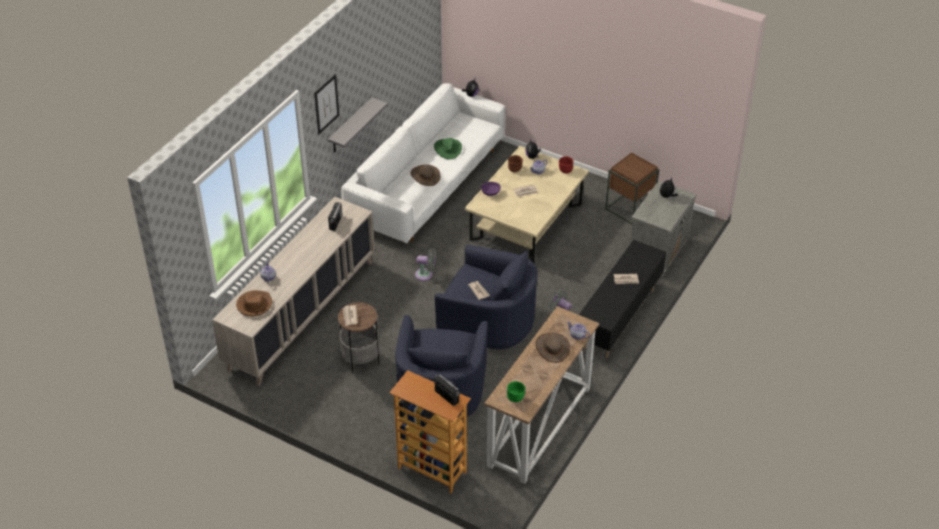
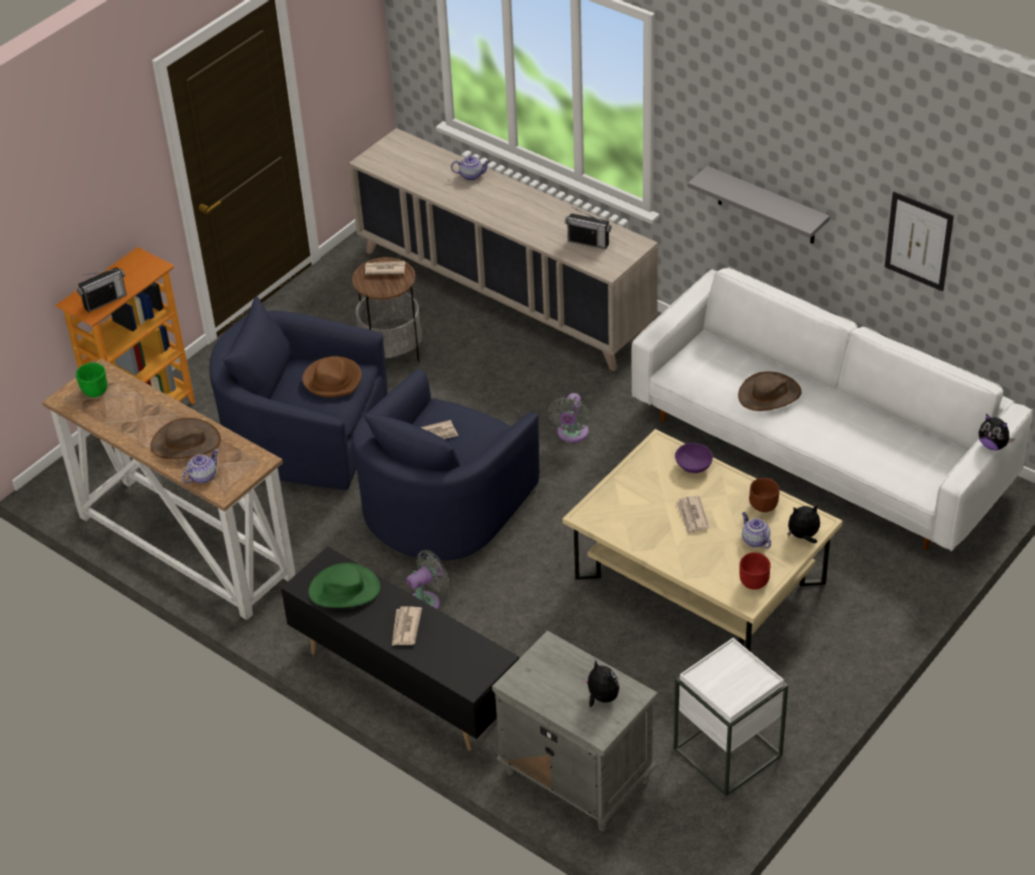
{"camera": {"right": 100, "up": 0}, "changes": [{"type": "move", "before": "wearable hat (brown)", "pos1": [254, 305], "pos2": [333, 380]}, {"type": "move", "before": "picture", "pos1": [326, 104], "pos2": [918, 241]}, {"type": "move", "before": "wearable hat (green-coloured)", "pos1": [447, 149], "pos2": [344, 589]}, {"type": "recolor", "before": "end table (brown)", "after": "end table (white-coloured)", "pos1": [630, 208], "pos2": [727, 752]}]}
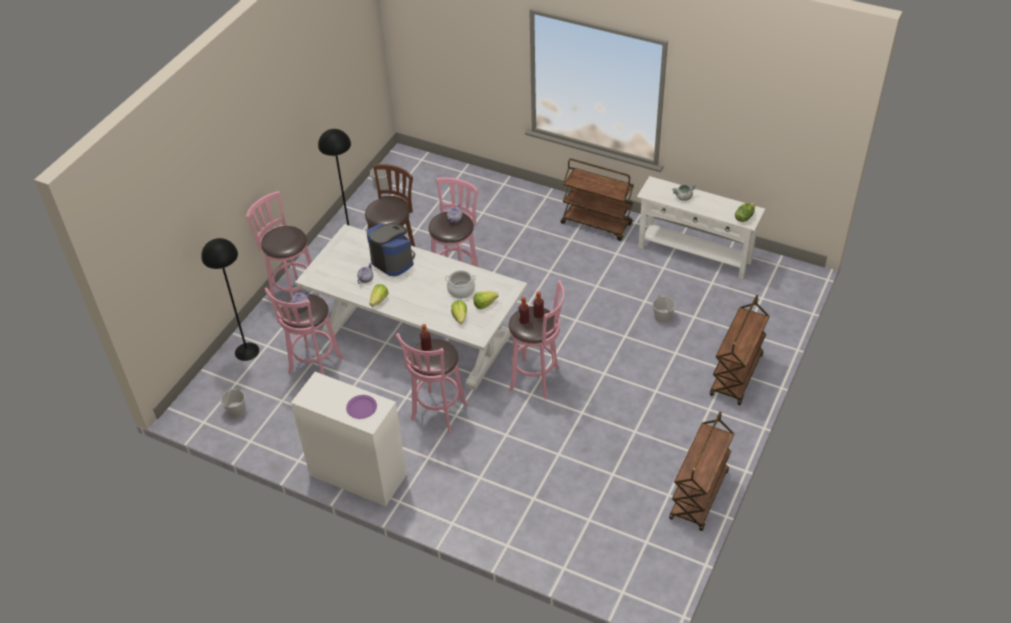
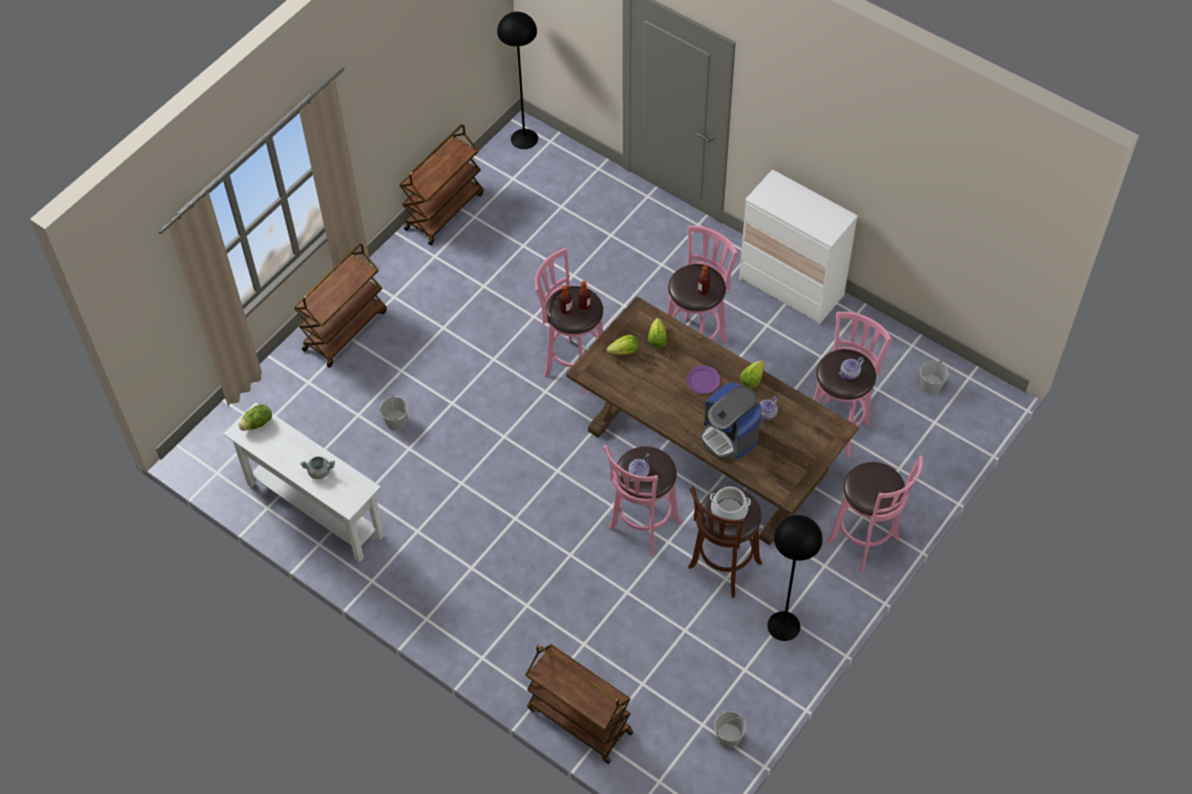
{"camera": {"right": -170, "up": 10}, "changes": [{"type": "move", "before": "standing lamp (blackish)", "pos1": [246, 351], "pos2": [524, 139]}, {"type": "recolor", "before": "dinner table (white-coloured)", "after": "dinner table (brown)", "pos1": [416, 334], "pos2": [708, 451]}, {"type": "move", "before": "plate (purple-coloured)", "pos1": [362, 408], "pos2": [703, 380]}, {"type": "move", "before": "saucepot", "pos1": [461, 290], "pos2": [729, 511]}, {"type": "move", "before": "wheeled cart (brown)", "pos1": [597, 224], "pos2": [579, 720]}]}
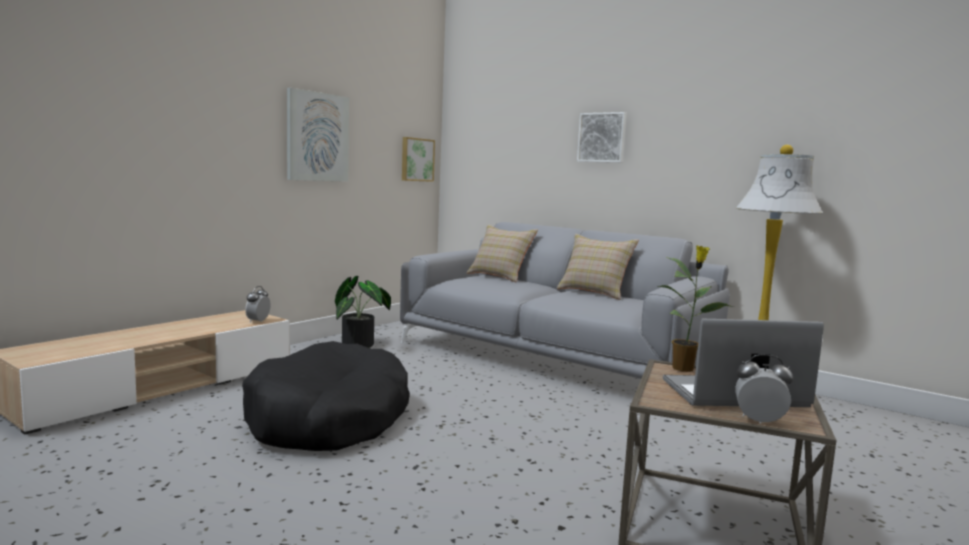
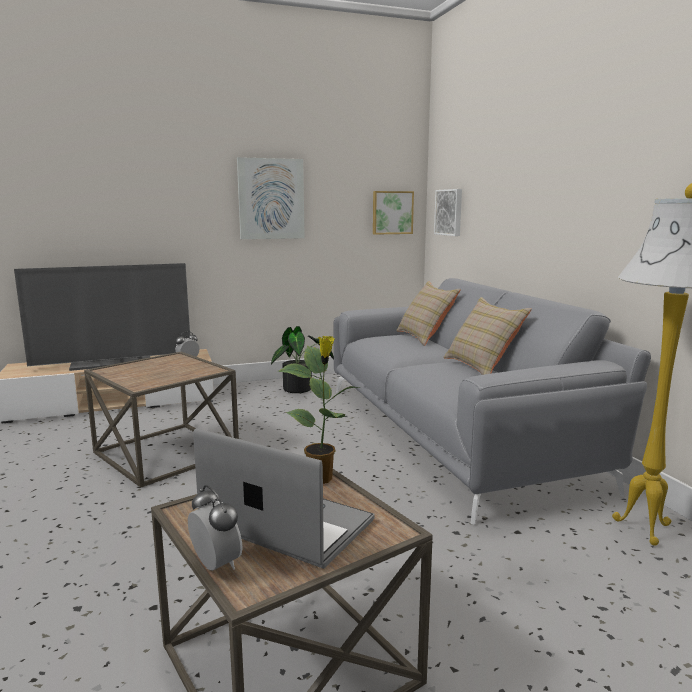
{"camera": {"right": 35, "up": 5}, "changes": [{"type": "replace", "before": "dog bed (blackish)", "after": "end table (brown)", "pos1": [328, 419], "pos2": [166, 452]}, {"type": "move", "before": "picture", "pos1": [602, 137], "pos2": [449, 212]}, {"type": "insert", "after": "TV set", "pos2": [112, 362]}]}
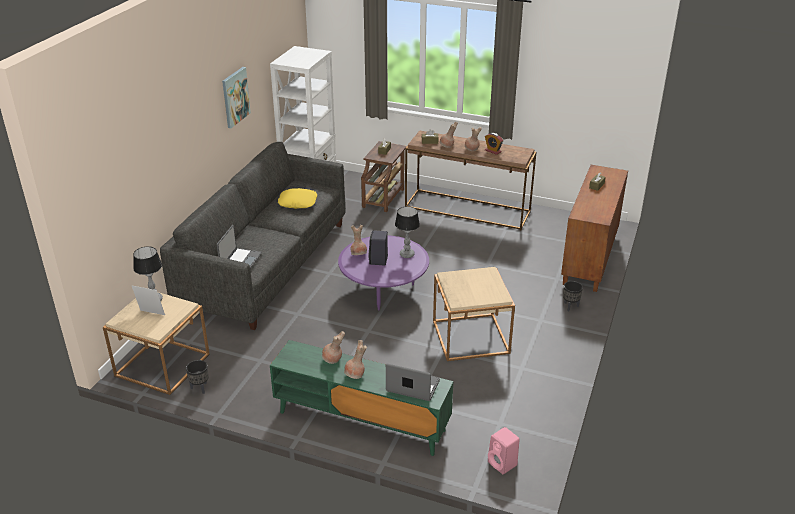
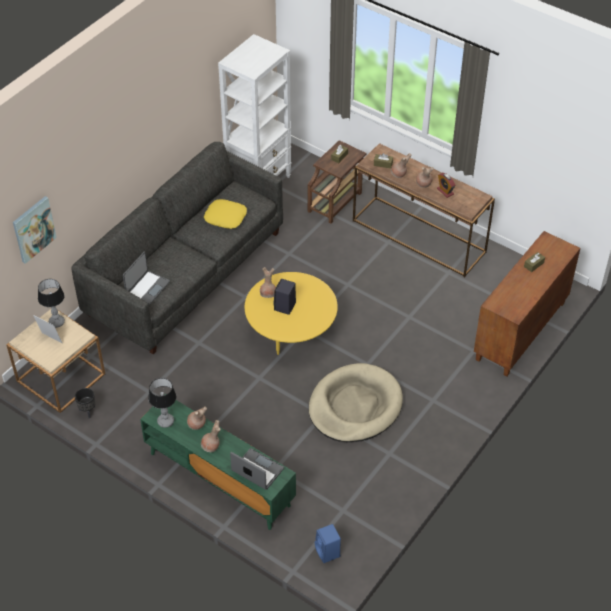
{"camera": {"right": 15, "up": 15}, "changes": [{"type": "move", "before": "picture", "pos1": [235, 97], "pos2": [33, 229]}, {"type": "recolor", "before": "coffee table (purple-coloured)", "after": "coffee table (yellow-coloured)", "pos1": [384, 291], "pos2": [291, 331]}, {"type": "move", "before": "lamp for a table", "pos1": [406, 254], "pos2": [165, 421]}, {"type": "replace", "before": "end table (beige)", "after": "dog bed (beige)", "pos1": [470, 337], "pos2": [355, 406]}, {"type": "recolor", "before": "loudspeaker (pinkish)", "after": "loudspeaker (blue-coloured)", "pos1": [503, 464], "pos2": [328, 553]}, {"type": "delete", "before": "planter (blackish)", "pos1": [570, 306]}]}
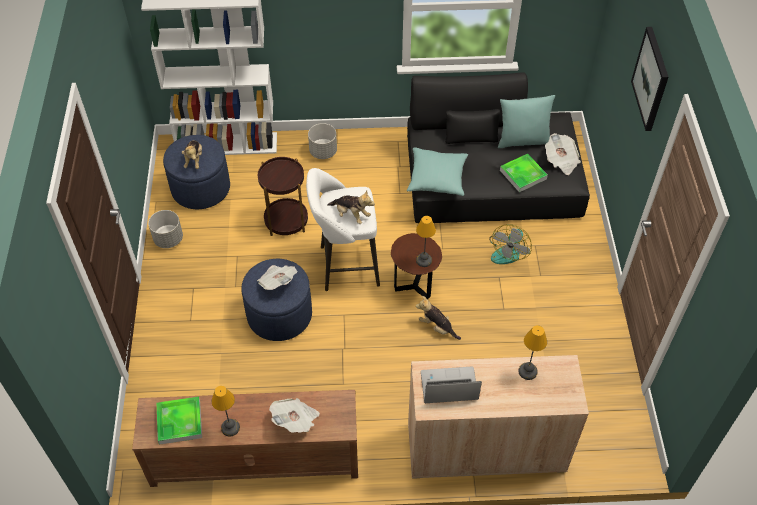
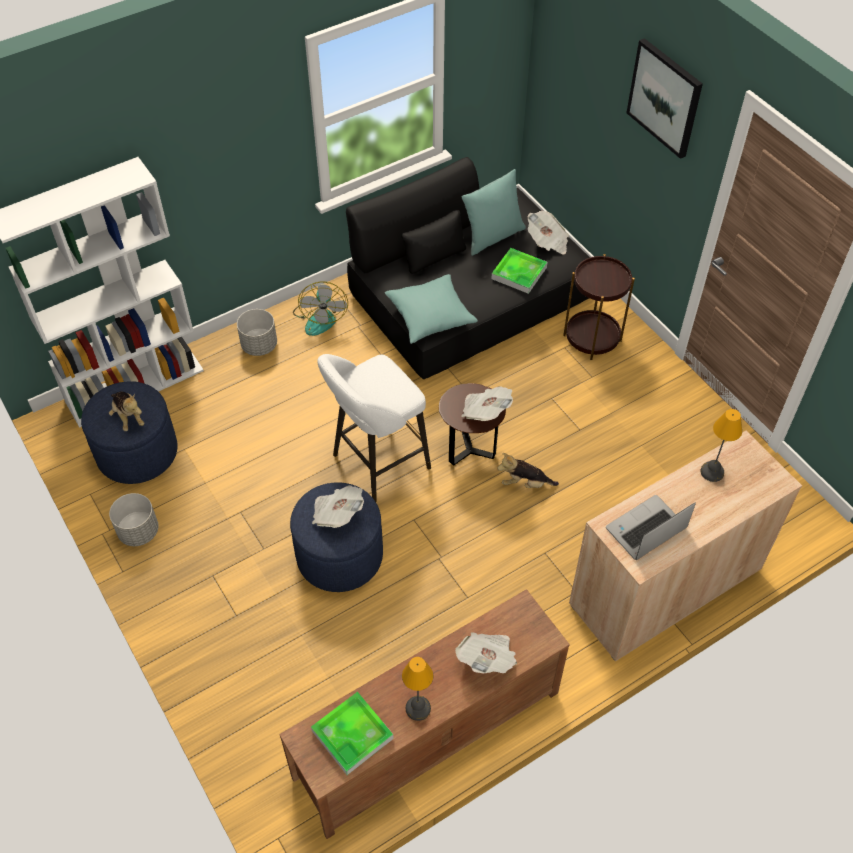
{"camera": {"right": -30, "up": 0}, "changes": [{"type": "move", "before": "end table (brown)", "pos1": [286, 221], "pos2": [592, 338]}, {"type": "delete", "before": "soft toy", "pos1": [351, 215]}, {"type": "replace", "before": "lamp for a table", "after": "daily paper", "pos1": [423, 260], "pos2": [485, 411]}, {"type": "move", "before": "electric fan", "pos1": [508, 251], "pos2": [320, 317]}]}
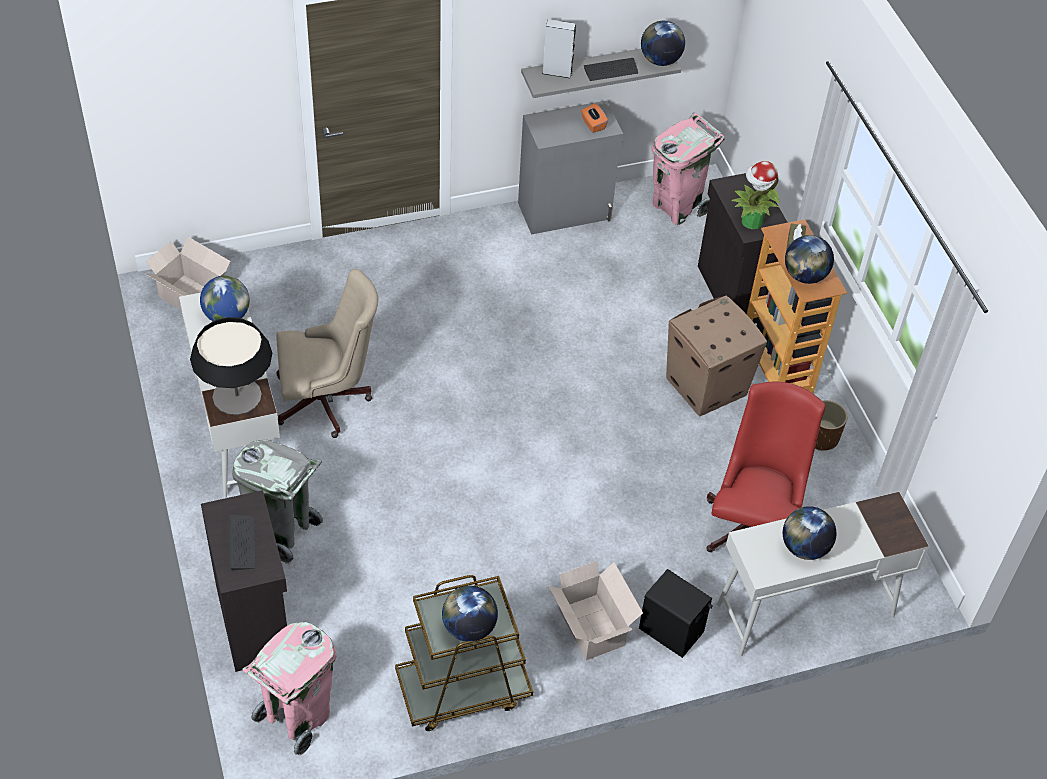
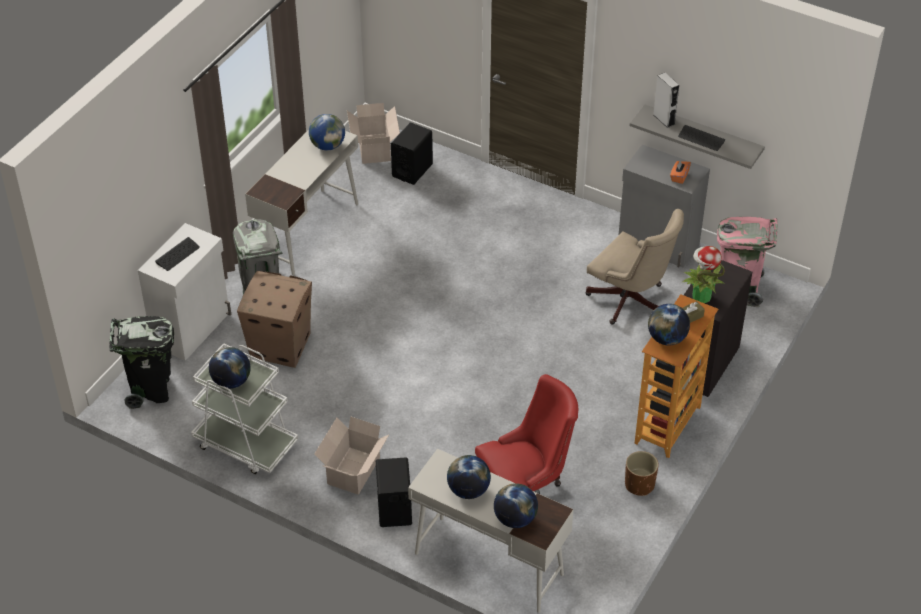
{"camera": {"right": 50, "up": -5}, "changes": [{"type": "delete", "before": "lamp for a table", "pos1": [237, 396]}, {"type": "recolor", "before": "storage cabinet (blackish)", "after": "storage cabinet (white-coloured)", "pos1": [254, 620], "pos2": [192, 329]}, {"type": "recolor", "before": "waste bin (pinkish)", "after": "waste bin (blackish)", "pos1": [297, 717], "pos2": [151, 390]}, {"type": "move", "before": "office chair (beige)", "pos1": [328, 401], "pos2": [630, 302]}, {"type": "recolor", "before": "wheeled cart (brown)", "after": "wheeled cart (white-coloured)", "pos1": [462, 689], "pos2": [245, 444]}, {"type": "move", "before": "desk globe", "pos1": [660, 60], "pos2": [515, 519]}, {"type": "move", "before": "packing box", "pos1": [705, 387], "pos2": [279, 345]}, {"type": "insert", "after": "loudspeaker (blackish)", "pos2": [412, 170]}]}
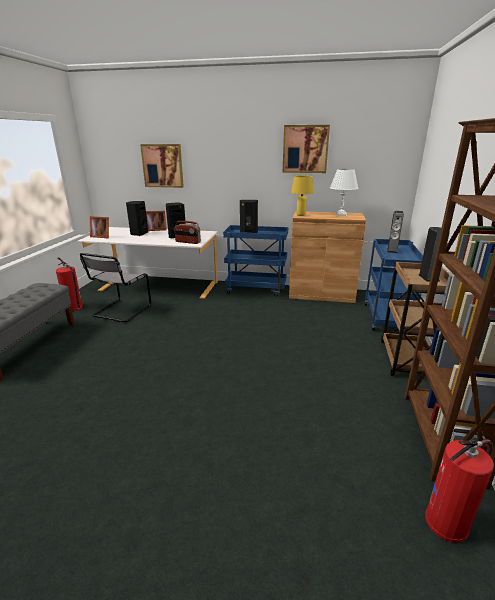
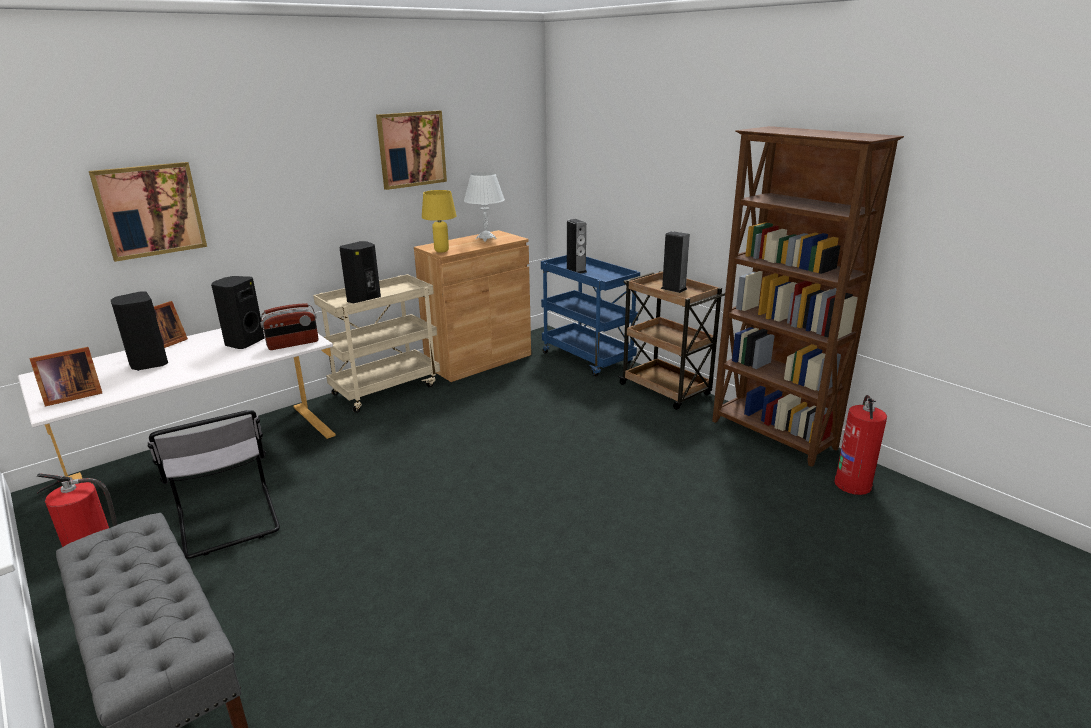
{"camera": {"right": -50, "up": 0}, "changes": [{"type": "recolor", "before": "wheeled cart (blue-coloured)", "after": "wheeled cart (beige)", "pos1": [256, 289], "pos2": [386, 389]}]}
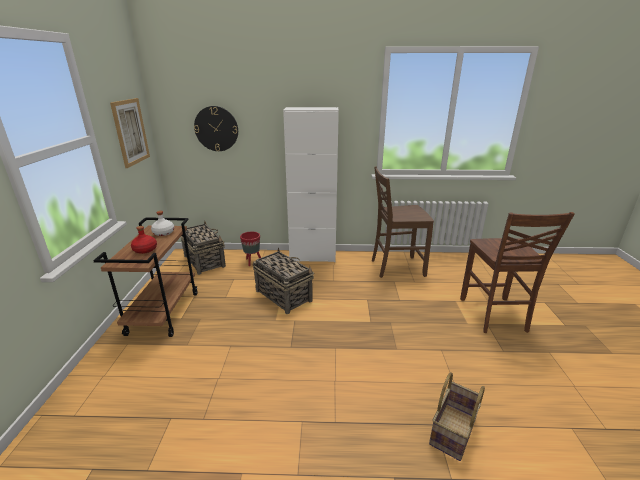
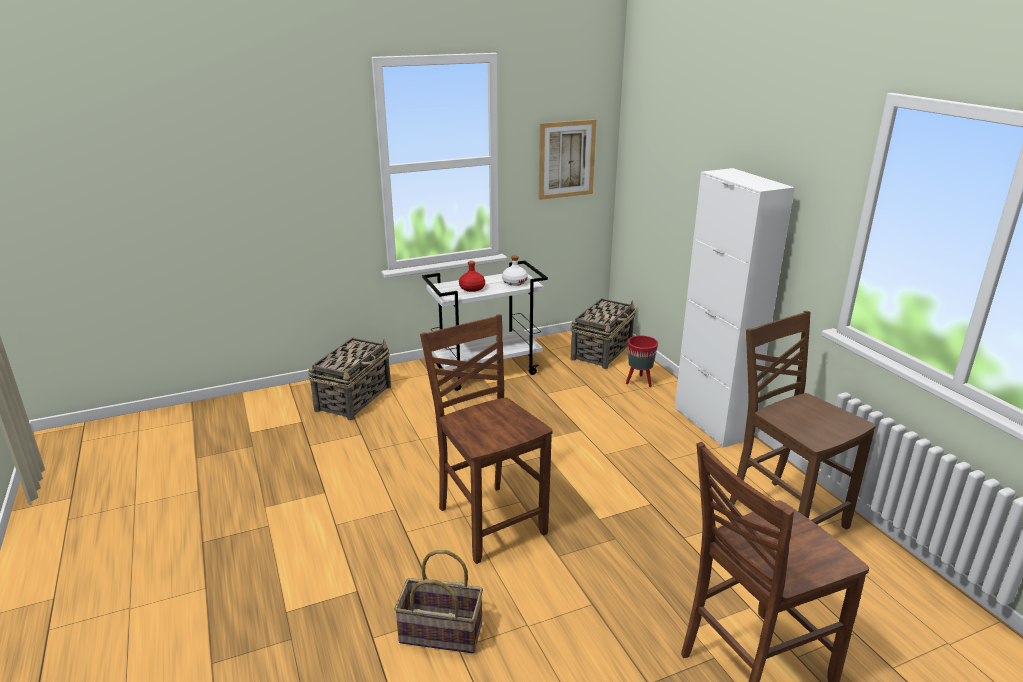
{"camera": {"right": 65, "up": 0}, "changes": [{"type": "recolor", "before": "wheeled cart (brown)", "after": "wheeled cart (white-coloured)", "pos1": [163, 312], "pos2": [487, 370]}, {"type": "delete", "before": "hanging clock", "pos1": [216, 129]}, {"type": "move", "before": "household basket", "pos1": [283, 295], "pos2": [354, 398]}, {"type": "insert", "after": "plain chair (brown)", "pos2": [489, 520]}]}
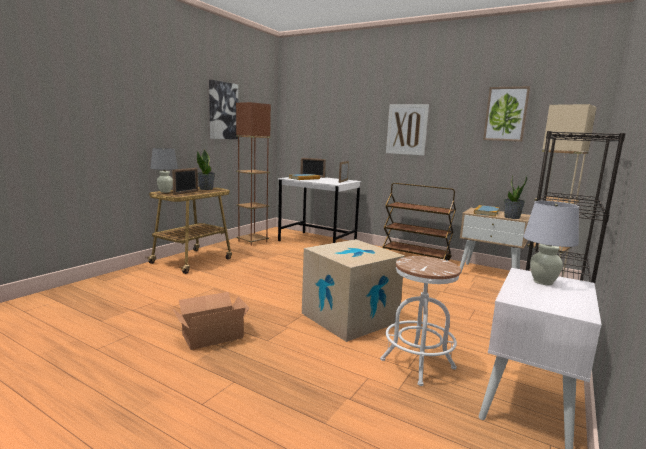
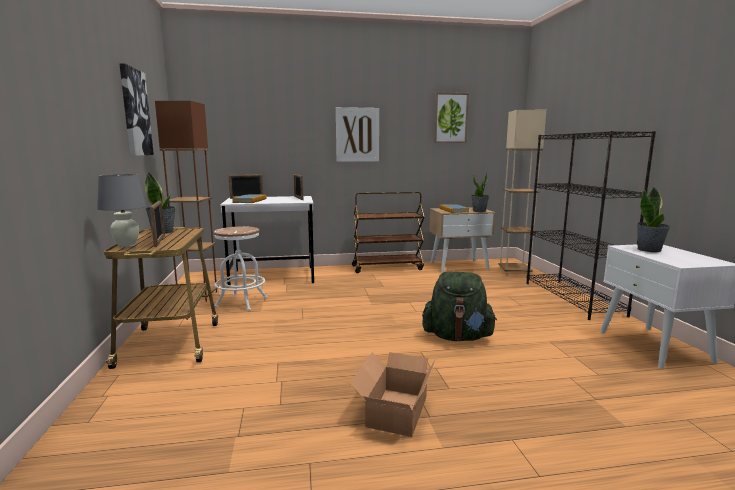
{"camera": {"right": -40, "up": 0}, "changes": [{"type": "replace", "before": "packing box", "after": "backpack (green-coloured)", "pos1": [349, 317], "pos2": [457, 337]}, {"type": "move", "before": "stool seat (white-coloured)", "pos1": [417, 364], "pos2": [241, 302]}, {"type": "replace", "before": "lamp for a table (white-coloured)", "after": "plant in a pot", "pos1": [543, 282], "pos2": [649, 250]}]}
